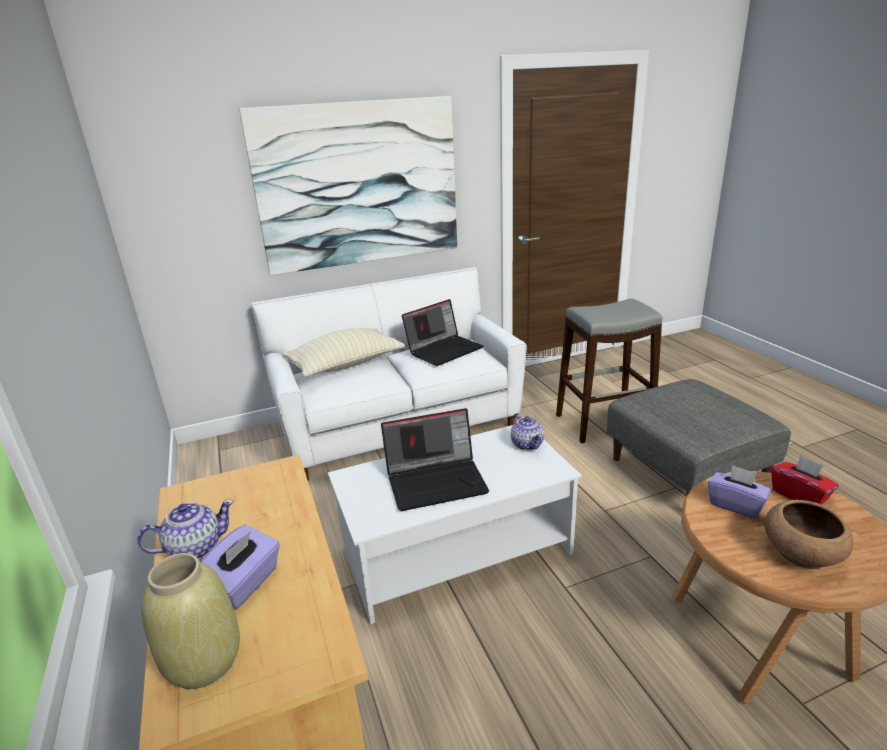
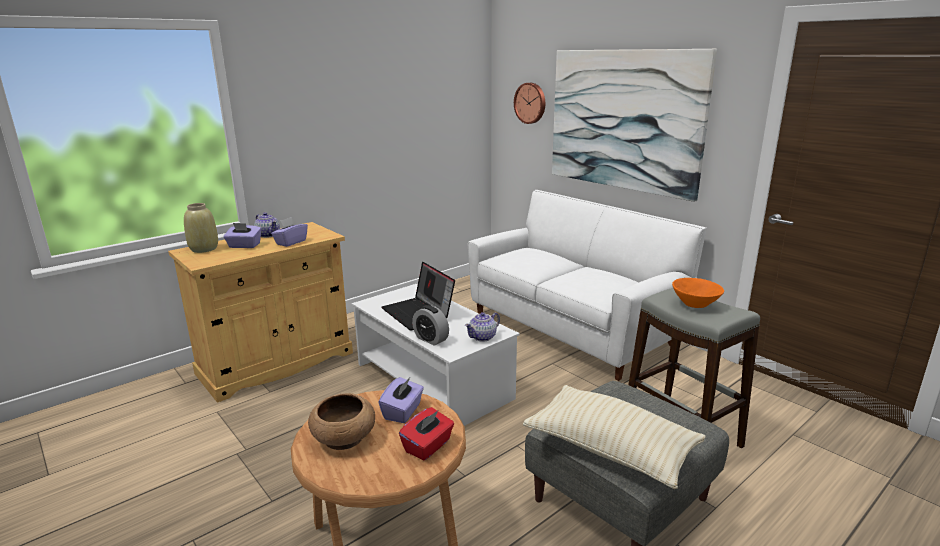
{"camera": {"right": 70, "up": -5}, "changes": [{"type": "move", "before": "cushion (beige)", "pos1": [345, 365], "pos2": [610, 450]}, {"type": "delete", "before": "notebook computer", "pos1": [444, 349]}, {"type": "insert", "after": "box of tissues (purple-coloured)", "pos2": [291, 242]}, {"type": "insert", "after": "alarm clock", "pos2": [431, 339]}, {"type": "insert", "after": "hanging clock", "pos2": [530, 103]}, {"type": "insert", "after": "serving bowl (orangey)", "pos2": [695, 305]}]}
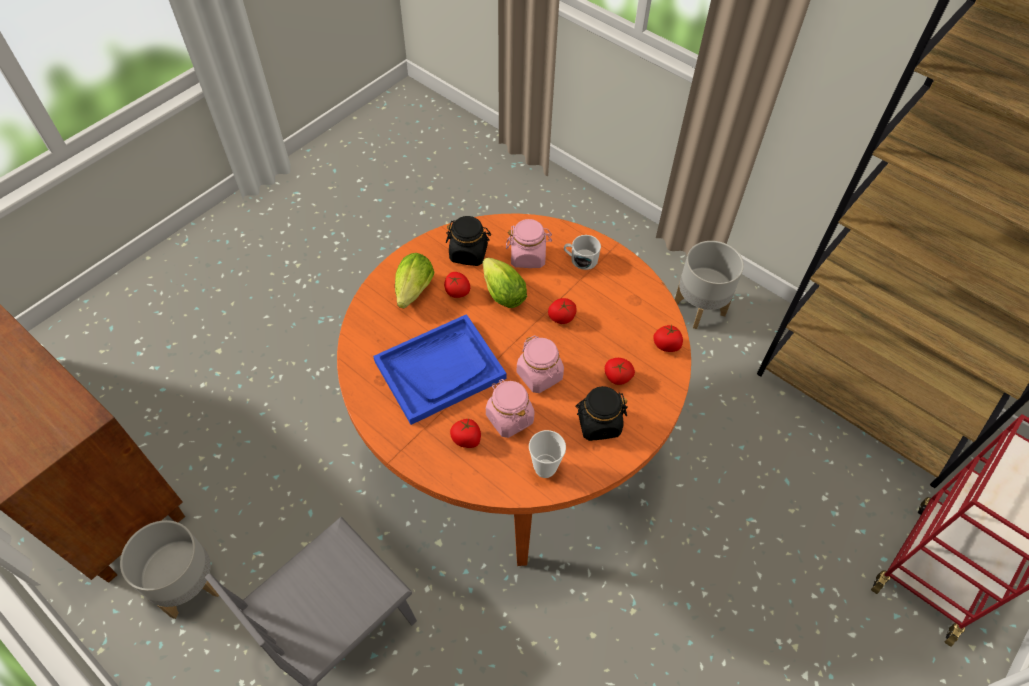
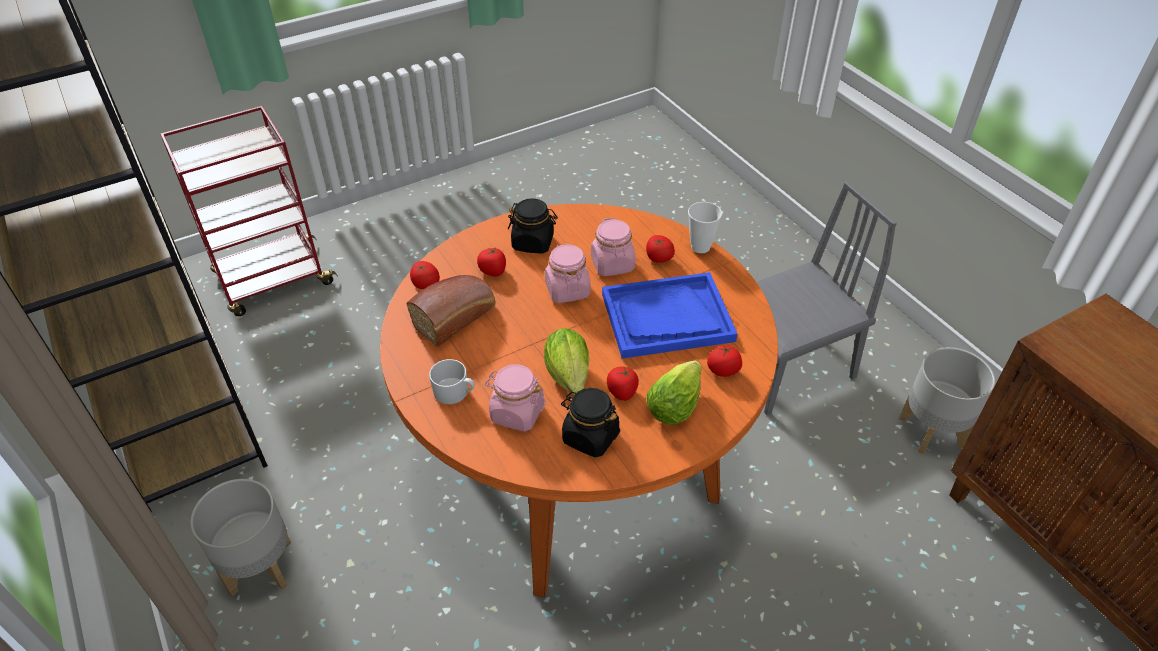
{"camera": {"right": -160, "up": -10}, "changes": [{"type": "move", "before": "small cup", "pos1": [545, 468], "pos2": [700, 247]}, {"type": "move", "before": "whole tomato", "pos1": [561, 318], "pos2": [723, 370]}, {"type": "insert", "after": "bakery bread", "pos2": [456, 317]}]}
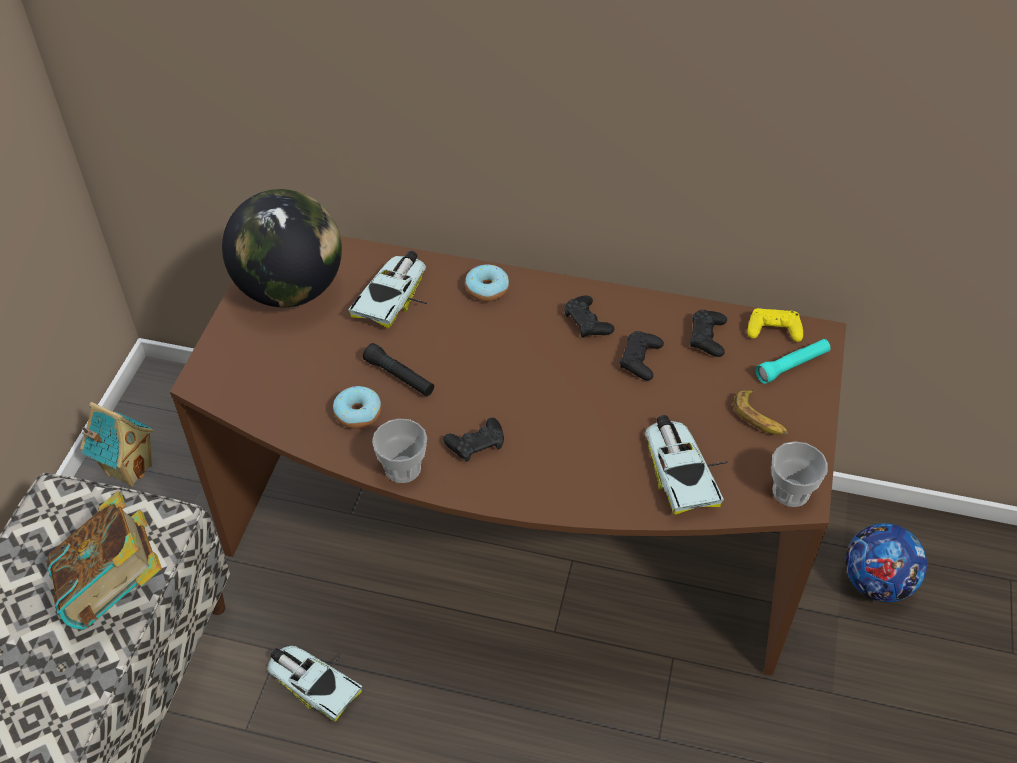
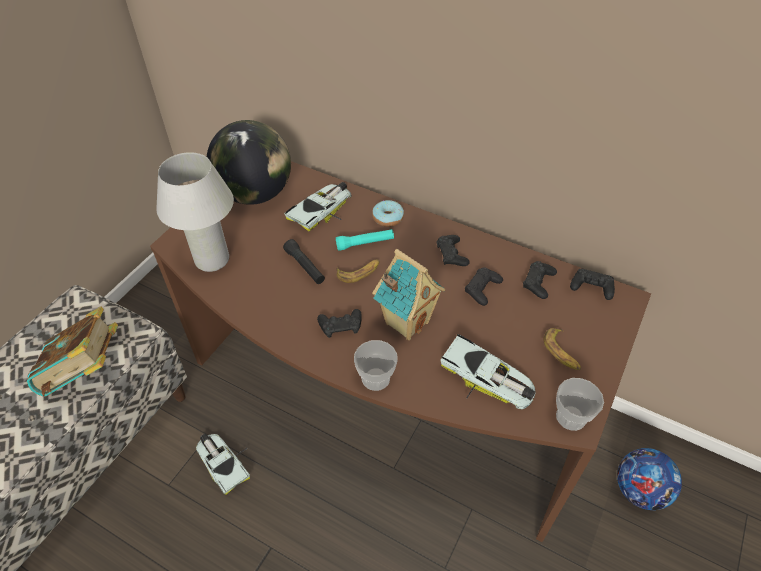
{"camera": {"right": 15, "up": 0}, "changes": [{"type": "move", "before": "model house", "pos1": [129, 469], "pos2": [406, 322]}, {"type": "delete", "before": "ring doughnut", "pos1": [358, 413]}, {"type": "move", "before": "small cup", "pos1": [403, 468], "pos2": [375, 378]}, {"type": "rotate", "before": "model car", "pos1": [680, 469], "pos2": [487, 379], "turn": 120}, {"type": "recolor", "before": "joypad (yellow-coloured)", "after": "joypad (blackish)", "pos1": [773, 330], "pos2": [591, 287]}, {"type": "move", "before": "hand torch (turquoise-coloured)", "pos1": [792, 366], "pos2": [365, 243]}, {"type": "insert", "after": "lamp for a table (white-coloured)", "pos2": [212, 260]}, {"type": "insert", "after": "banana fruit", "pos2": [359, 272]}]}
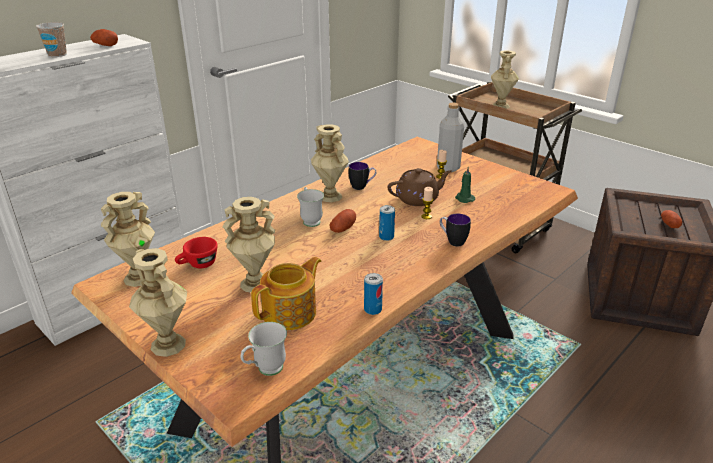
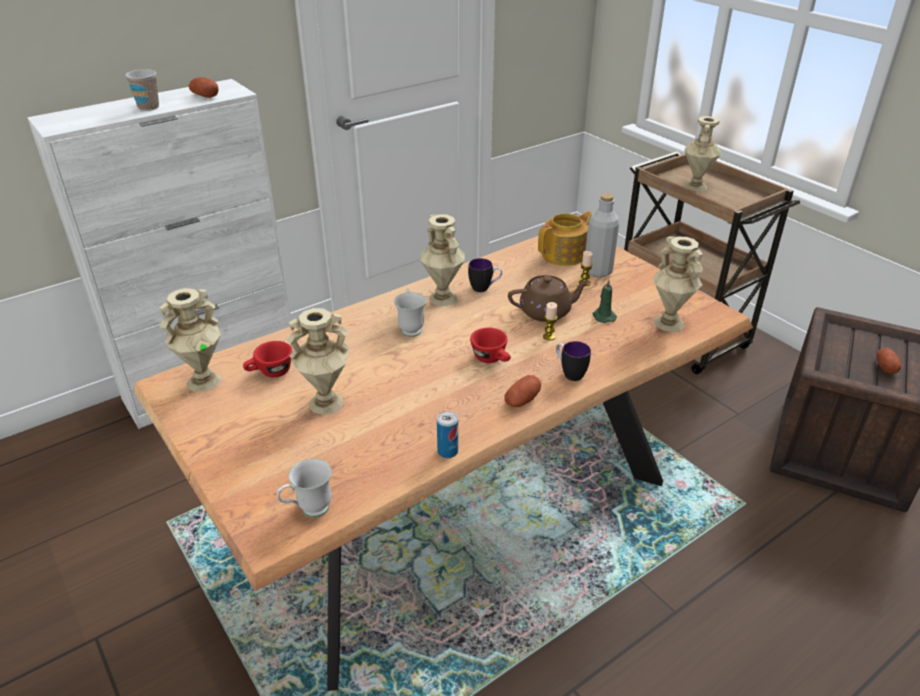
{"camera": {"right": 10, "up": 5}, "changes": [{"type": "move", "before": "flower vase (beige)", "pos1": [167, 345], "pos2": [668, 323]}, {"type": "move", "before": "teapot", "pos1": [291, 313], "pos2": [564, 255]}, {"type": "move", "before": "whole potato", "pos1": [343, 228], "pos2": [522, 400]}, {"type": "replace", "before": "can", "after": "small cup (reddish)", "pos1": [386, 237], "pos2": [492, 359]}]}
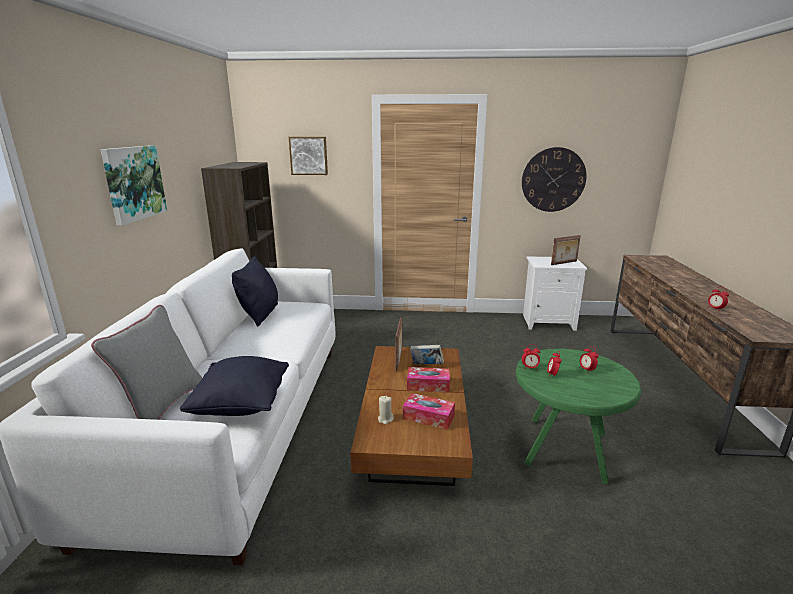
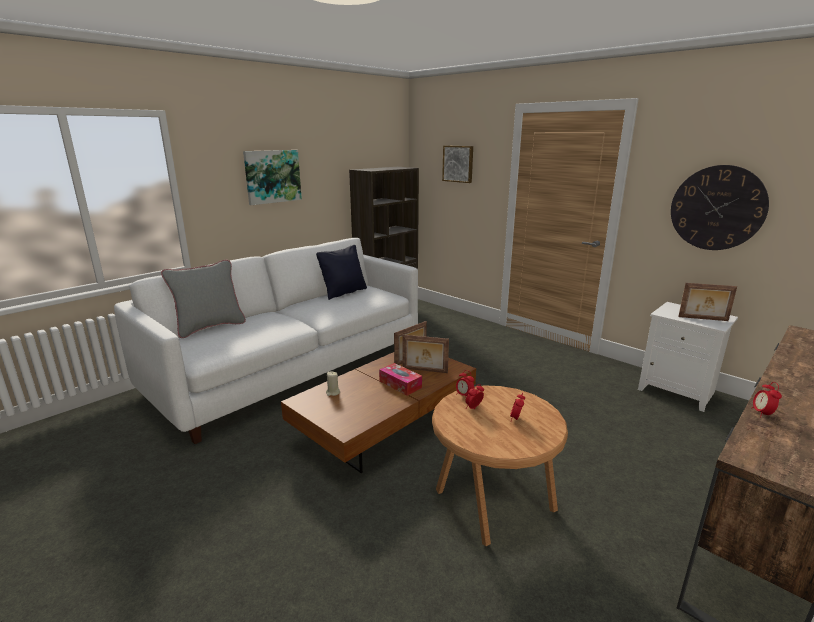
{"camera": {"right": 40, "up": 0}, "changes": [{"type": "delete", "before": "cushion (blackish)", "pos1": [241, 405]}, {"type": "delete", "before": "box of tissues", "pos1": [428, 417]}, {"type": "replace", "before": "bound book", "after": "standing frame", "pos1": [426, 366], "pos2": [424, 371]}, {"type": "recolor", "before": "end table (green-coloured)", "after": "end table (brown)", "pos1": [565, 450], "pos2": [492, 501]}]}
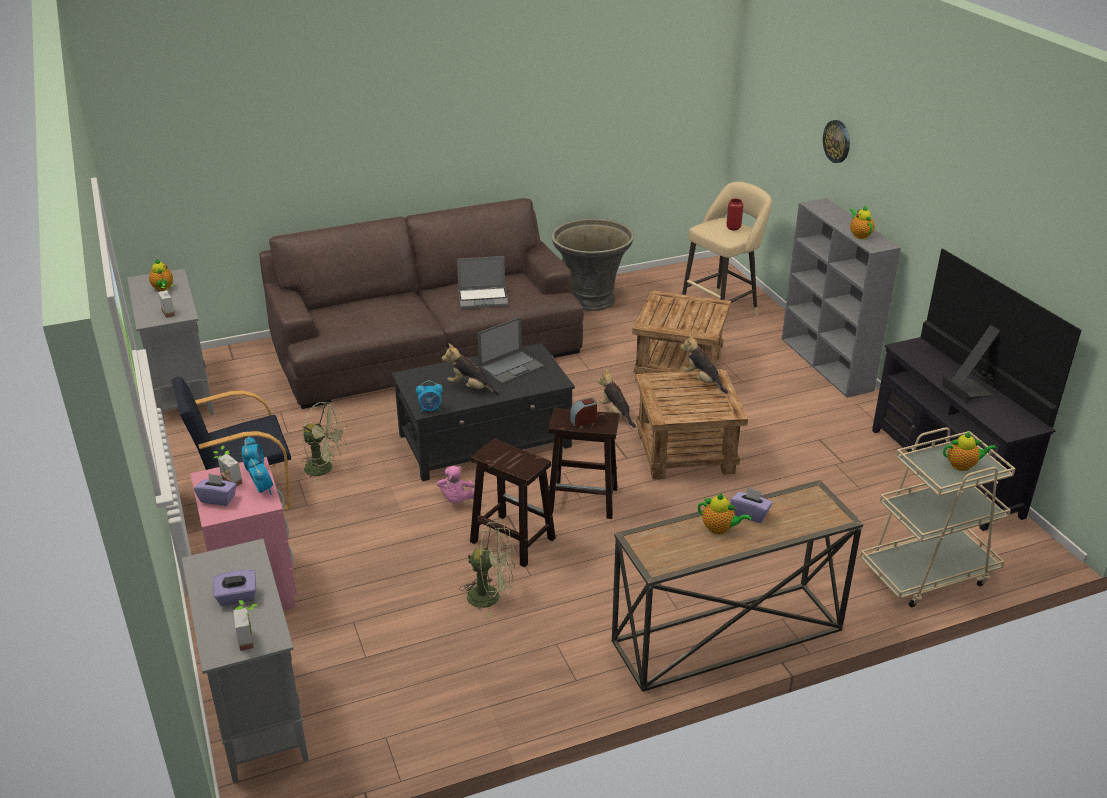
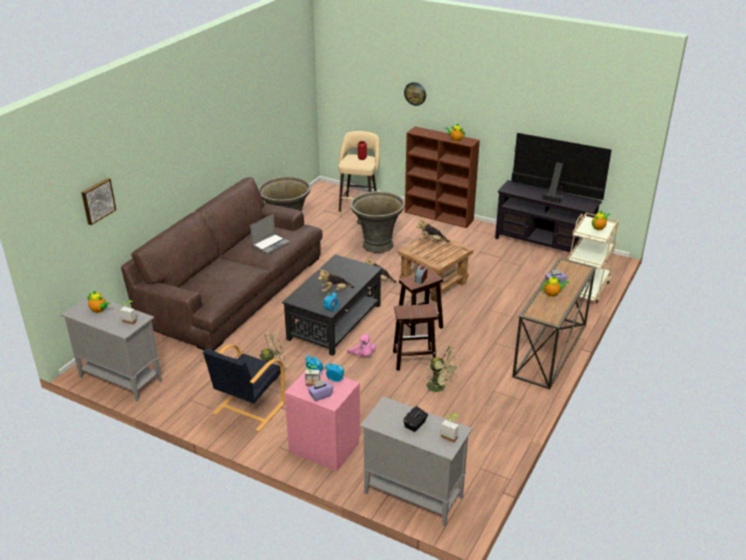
{"camera": {"right": -40, "up": 0}, "changes": [{"type": "recolor", "before": "box of tissues (purple-coloured)", "after": "box of tissues (blackish)", "pos1": [237, 597], "pos2": [415, 425]}, {"type": "rotate", "before": "electric fan (green-coloured)", "pos1": [491, 596], "pos2": [440, 388], "turn": 75}, {"type": "delete", "before": "notebook computer", "pos1": [511, 367]}, {"type": "replace", "before": "end table (brown)", "after": "planter (greyish)", "pos1": [679, 367], "pos2": [377, 245]}, {"type": "recolor", "before": "shelving unit (greyish)", "after": "shelving unit (brown)", "pos1": [827, 364], "pos2": [439, 216]}, {"type": "insert", "after": "picture", "pos2": [97, 200]}]}
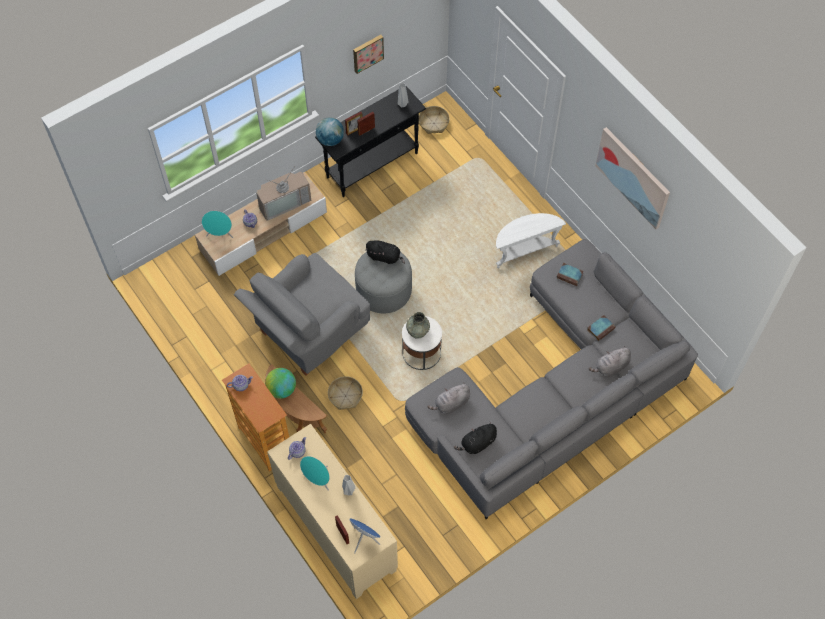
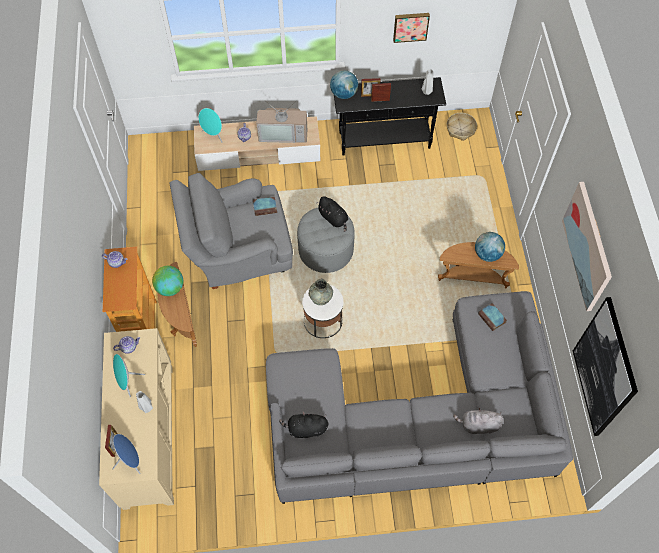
{"camera": {"right": 30, "up": 0}, "changes": [{"type": "delete", "before": "household basket", "pos1": [345, 396]}, {"type": "delete", "before": "soft toy (greyish)", "pos1": [451, 404]}, {"type": "recolor", "before": "end table (white-coloured)", "after": "end table (brown)", "pos1": [524, 250], "pos2": [472, 277]}, {"type": "move", "before": "bound book", "pos1": [601, 328], "pos2": [265, 207]}, {"type": "insert", "after": "desk globe", "pos2": [487, 254]}, {"type": "insert", "after": "picture", "pos2": [604, 369]}]}
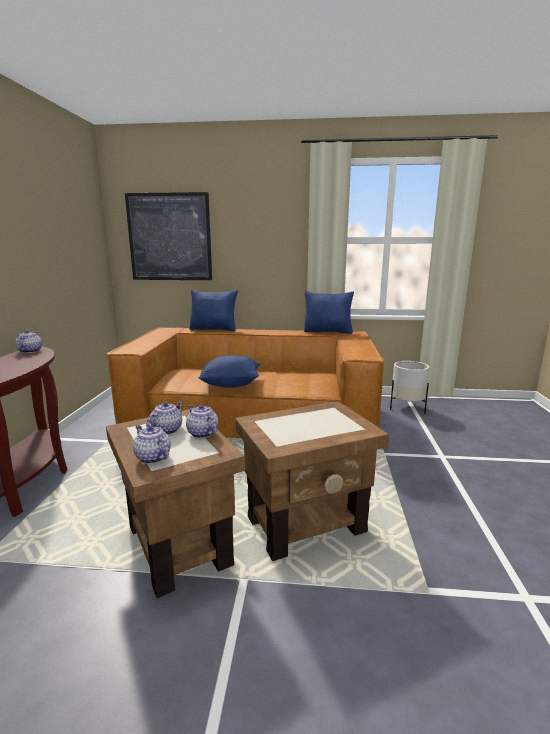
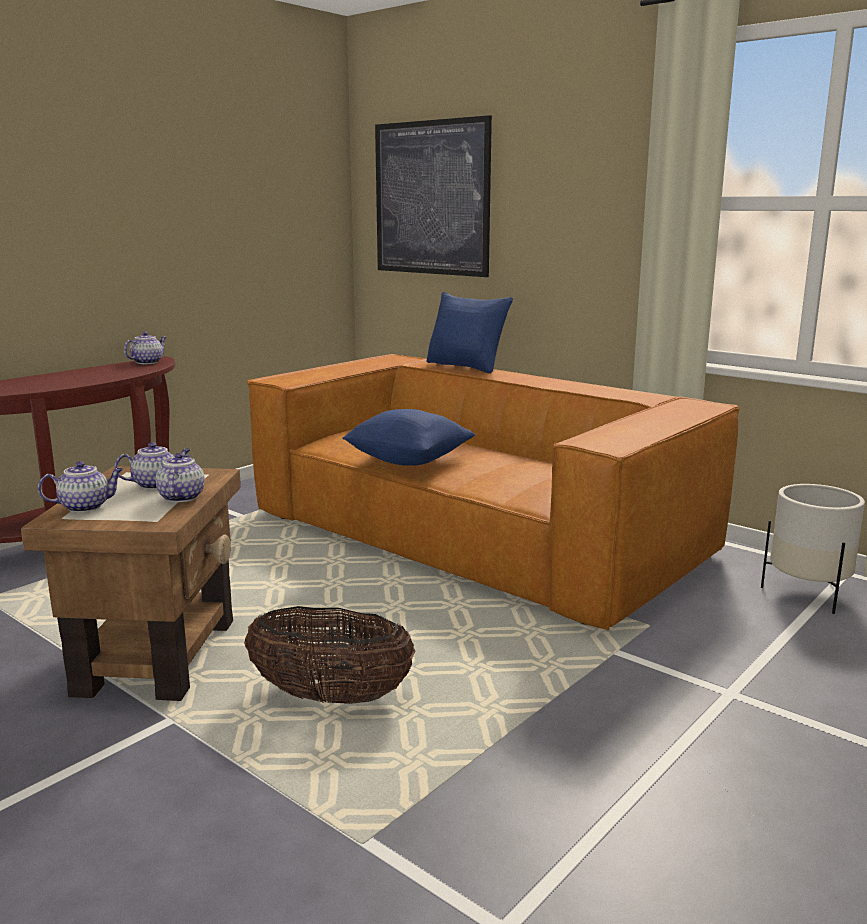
{"camera": {"right": 35, "up": 0}, "changes": [{"type": "rotate", "before": "teapot", "pos1": [152, 457], "pos2": [86, 506], "turn": 75}, {"type": "replace", "before": "end table (brown)", "after": "household basket", "pos1": [306, 525], "pos2": [331, 697]}, {"type": "delete", "before": "cushion (blue-coloured)", "pos1": [328, 331]}]}
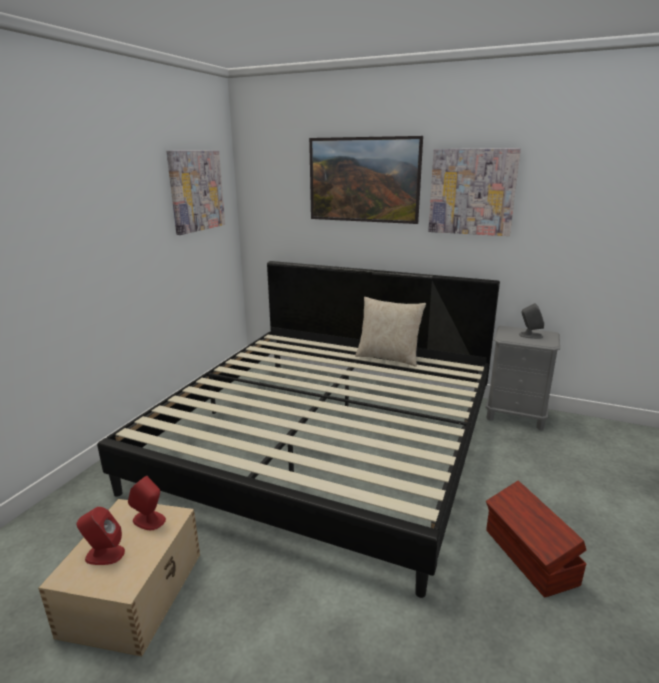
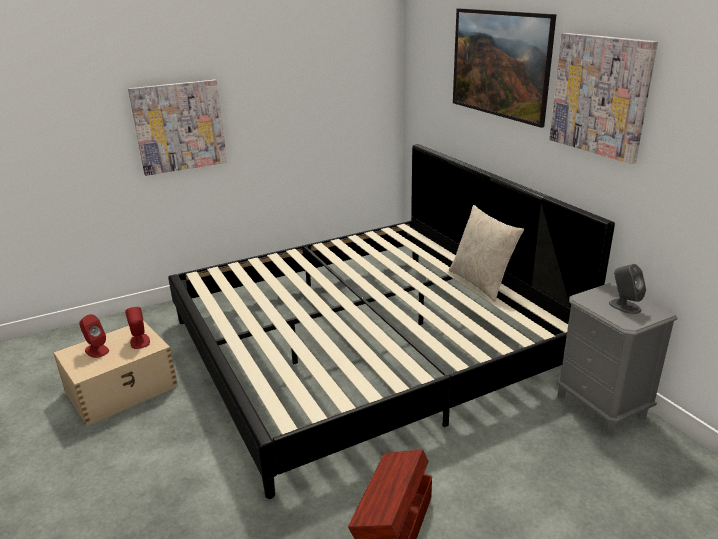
{"camera": {"right": 40, "up": 5}, "changes": [{"type": "move", "before": "picture", "pos1": [196, 191], "pos2": [179, 127]}]}
